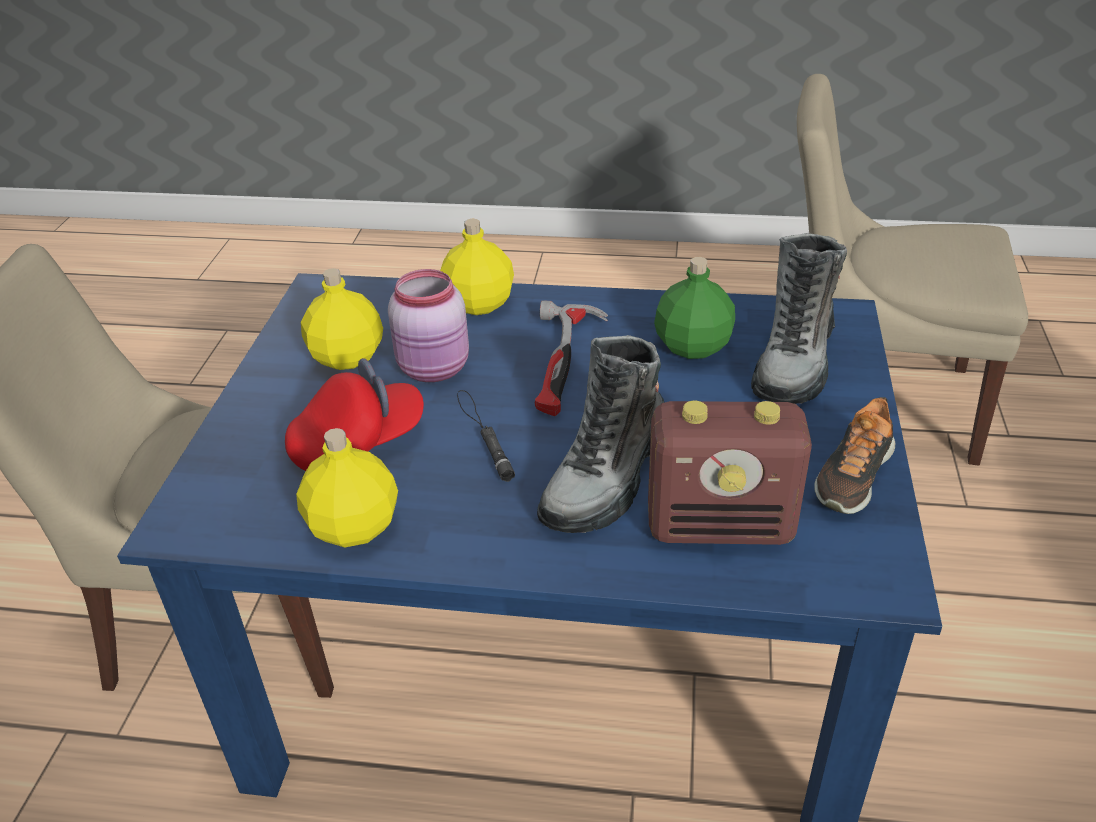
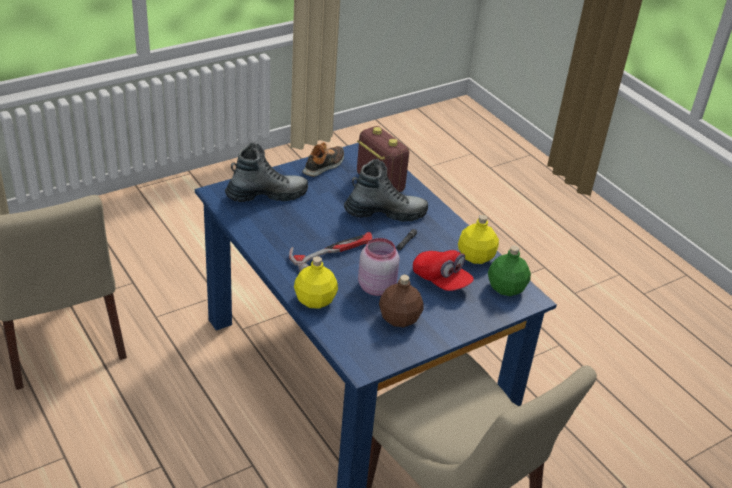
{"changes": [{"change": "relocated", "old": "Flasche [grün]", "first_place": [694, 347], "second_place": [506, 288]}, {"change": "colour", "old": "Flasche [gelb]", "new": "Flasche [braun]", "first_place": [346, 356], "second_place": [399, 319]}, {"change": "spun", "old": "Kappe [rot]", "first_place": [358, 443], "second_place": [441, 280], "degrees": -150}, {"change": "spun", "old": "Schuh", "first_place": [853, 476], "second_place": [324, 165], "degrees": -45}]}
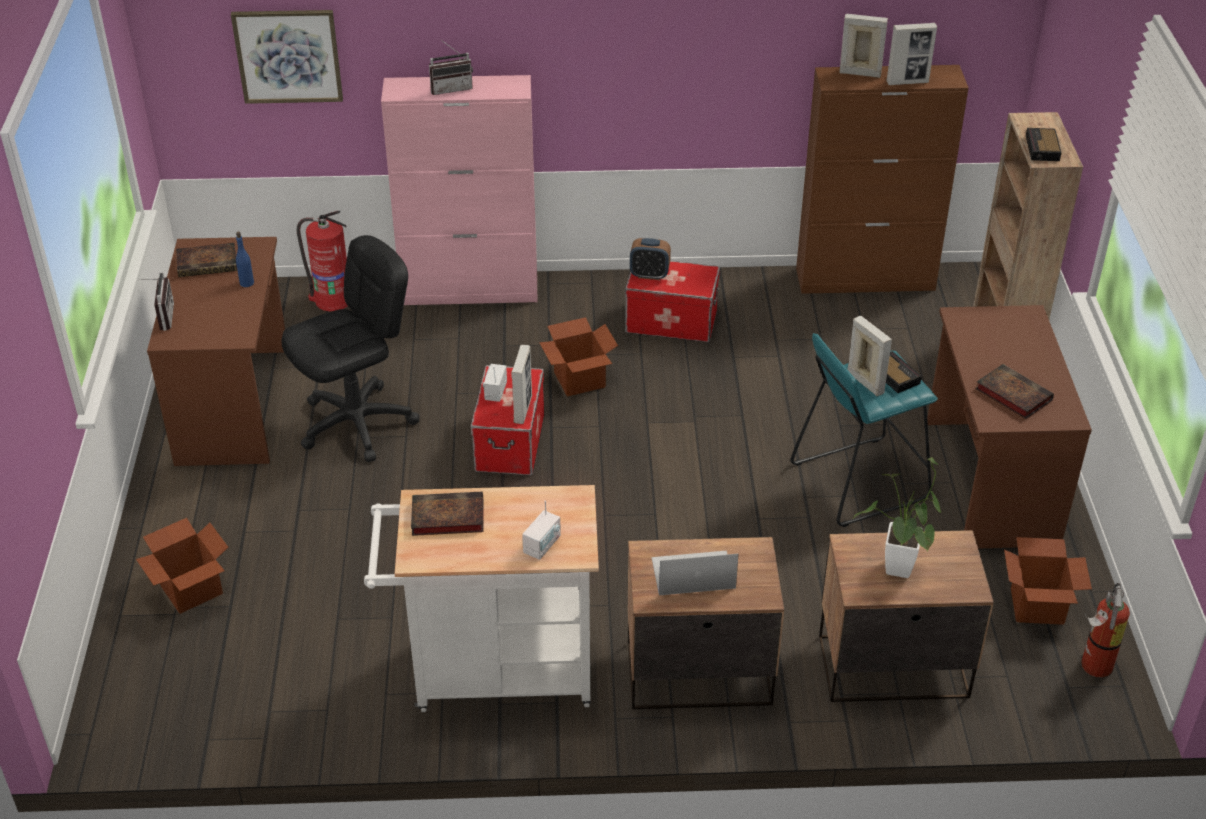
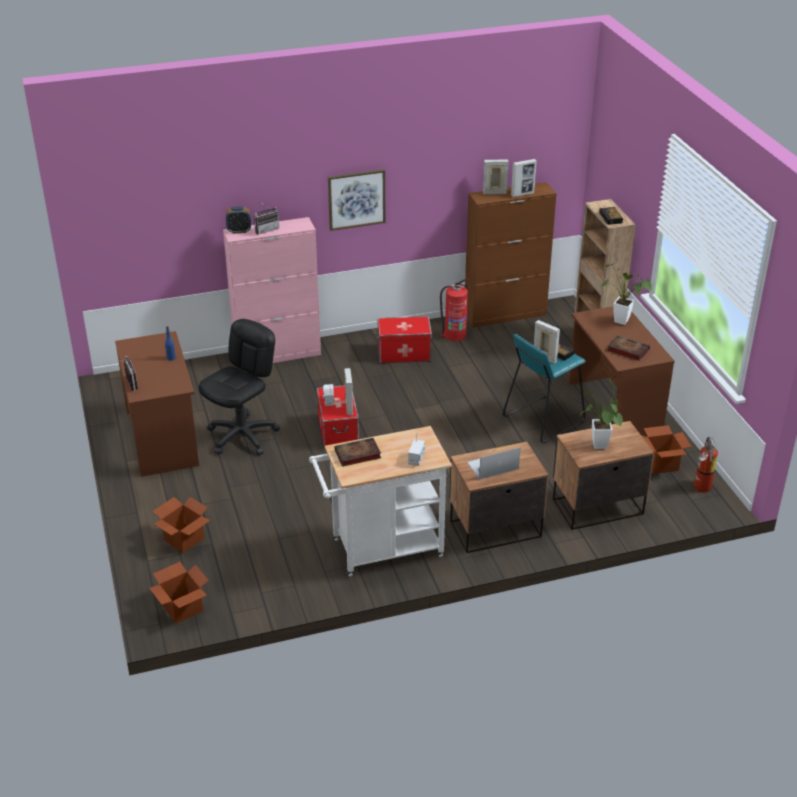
{"changes": [{"change": "relocated", "old": "Bild", "first_place": [288, 56], "second_place": [356, 199]}, {"change": "relocated", "old": "Feuerlöscher", "first_place": [332, 300], "second_place": [454, 335]}, {"change": "relocated", "old": "Wecker", "first_place": [649, 275], "second_place": [239, 231]}, {"change": "missing", "old": "Buch", "first_place": [209, 263]}, {"change": "relocated", "old": "Karton", "first_place": [579, 380], "second_place": [183, 608]}, {"change": "appeared", "new": "Topfpflanze", "second_place": [624, 322]}]}
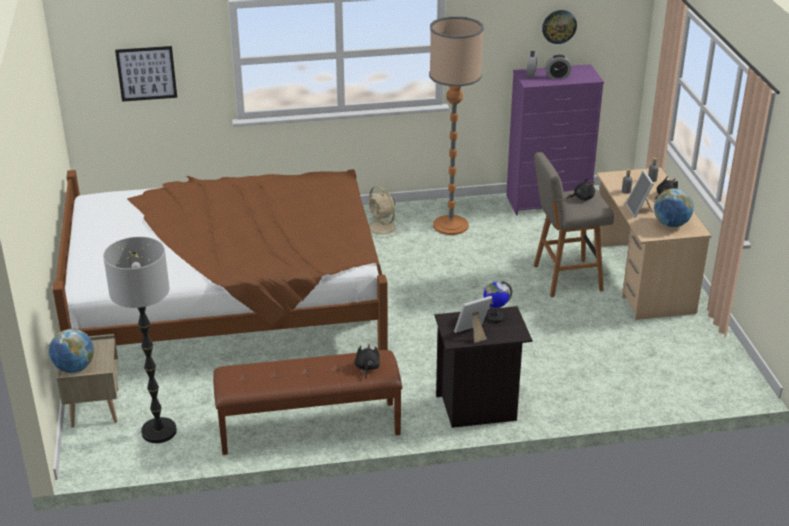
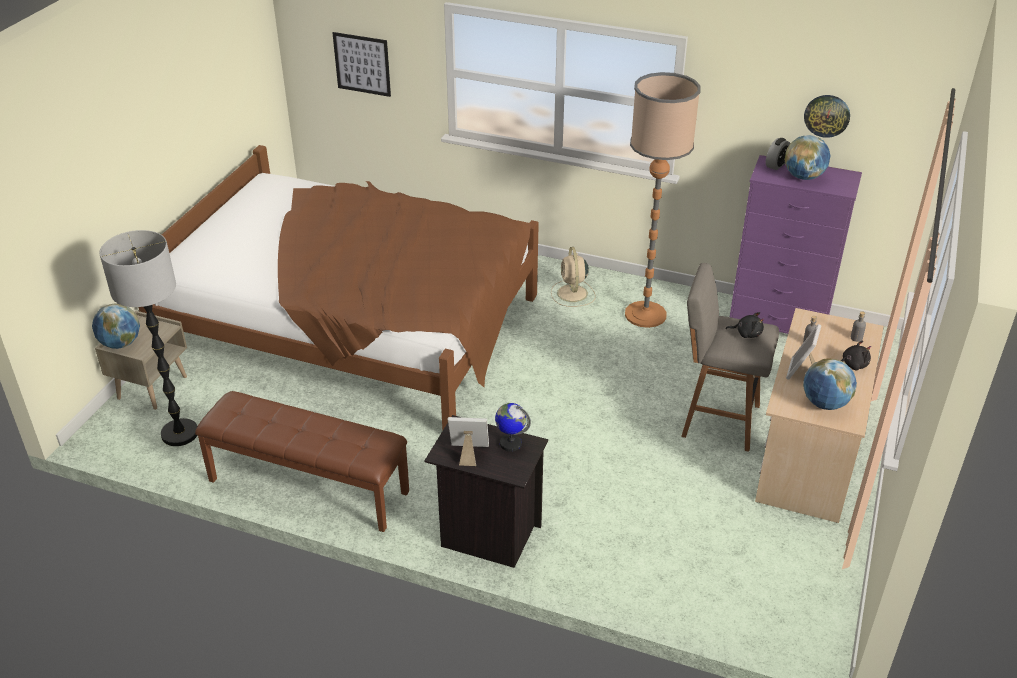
{"changes": [{"change": "exchanged", "old": "Wecker", "new": "Globus", "first_place": [557, 76], "second_place": [803, 177]}, {"change": "missing", "old": "Plüschtier [schwarz]", "first_place": [367, 368]}]}
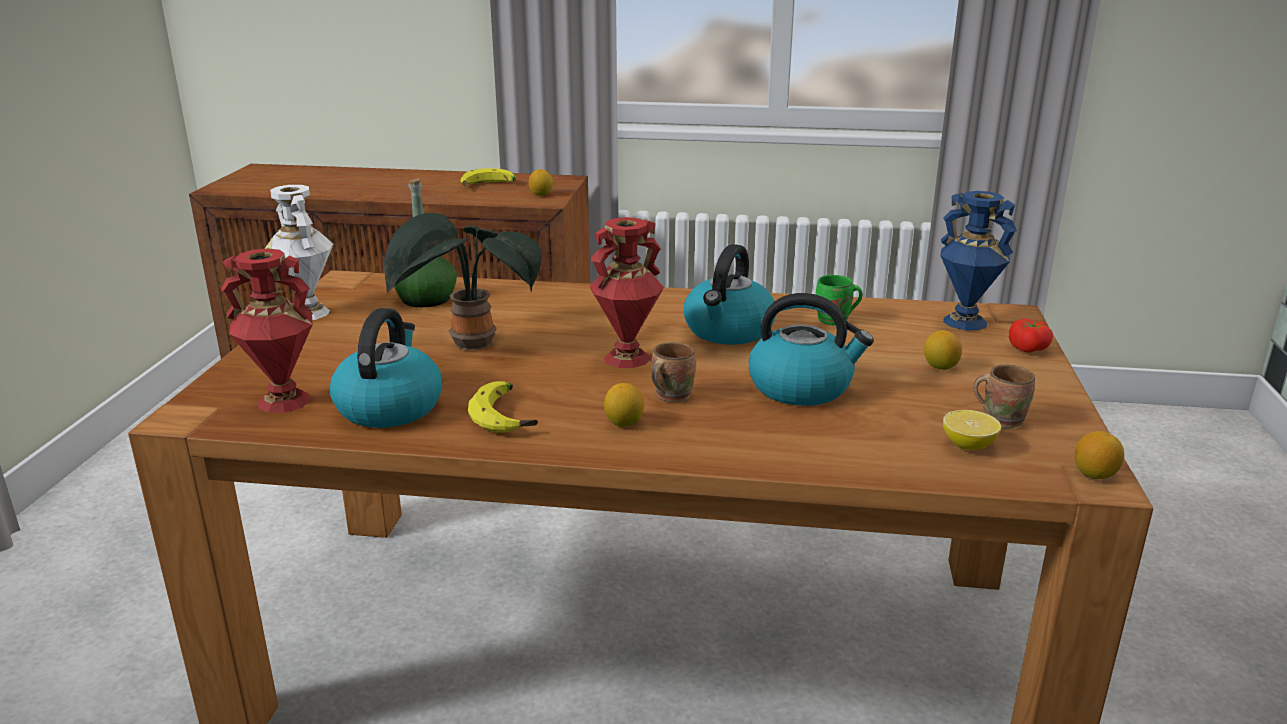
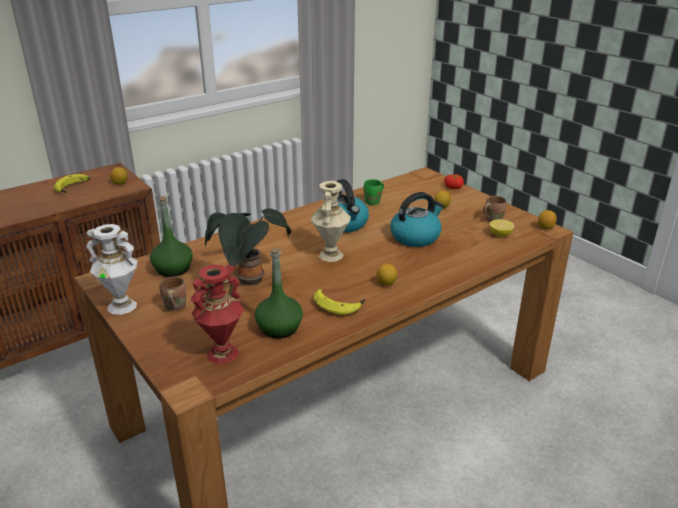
{"changes": [{"change": "missing", "old": "Vase [blau]", "first_place": [964, 322]}, {"change": "colour", "old": "Vase [rot]", "new": "Vase [beige]", "first_place": [627, 359], "second_place": [331, 255]}, {"change": "exchanged", "old": "Wasserkessel", "new": "Flasche [grün]", "first_place": [389, 406], "second_place": [279, 328]}, {"change": "relocated", "old": "Henkelbecher [braun]", "first_place": [670, 396], "second_place": [174, 307]}]}
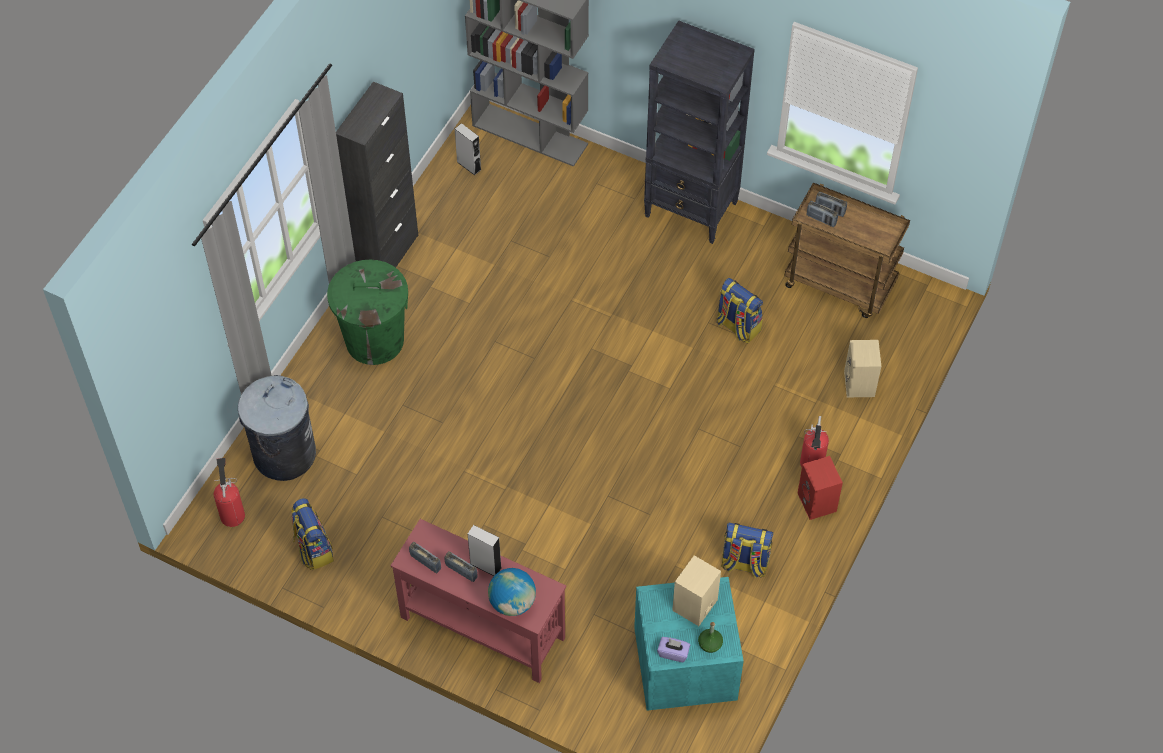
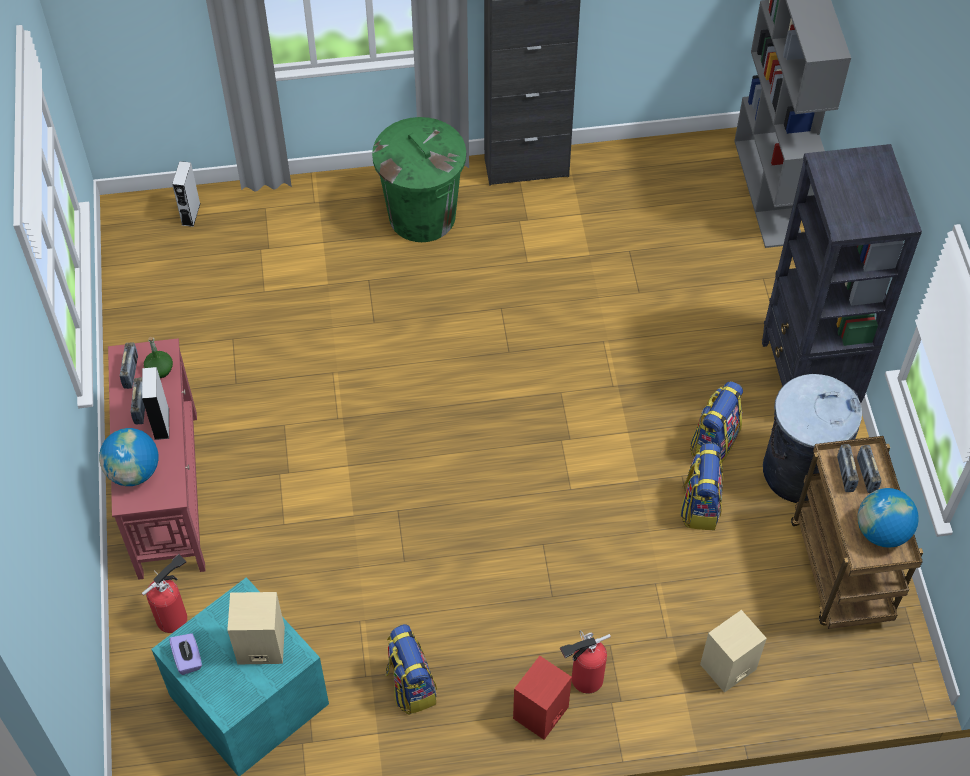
{"changes": [{"change": "relocated", "old": "Lautsprecher [grau]", "first_place": [469, 165], "second_place": [191, 214]}, {"change": "relocated", "old": "Mülleimer [grau]", "first_place": [283, 454], "second_place": [800, 470]}, {"change": "relocated", "old": "Feuerlöscher", "first_place": [232, 513], "second_place": [174, 616]}, {"change": "relocated", "old": "Rucksack", "first_place": [313, 549], "second_place": [714, 442]}, {"change": "relocated", "old": "Flasche [grün]", "first_place": [710, 644], "second_place": [159, 369]}, {"change": "appeared", "new": "Globus", "second_place": [882, 532]}]}
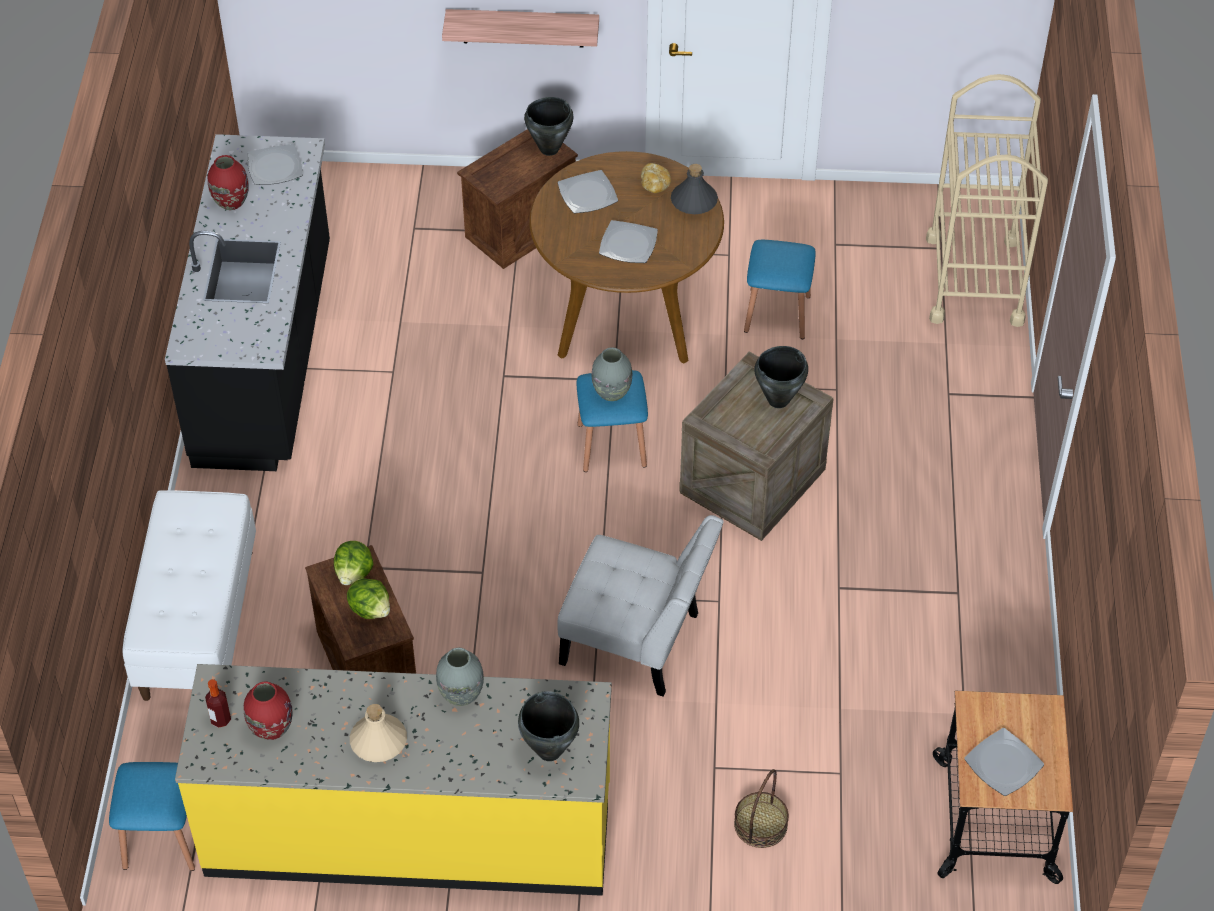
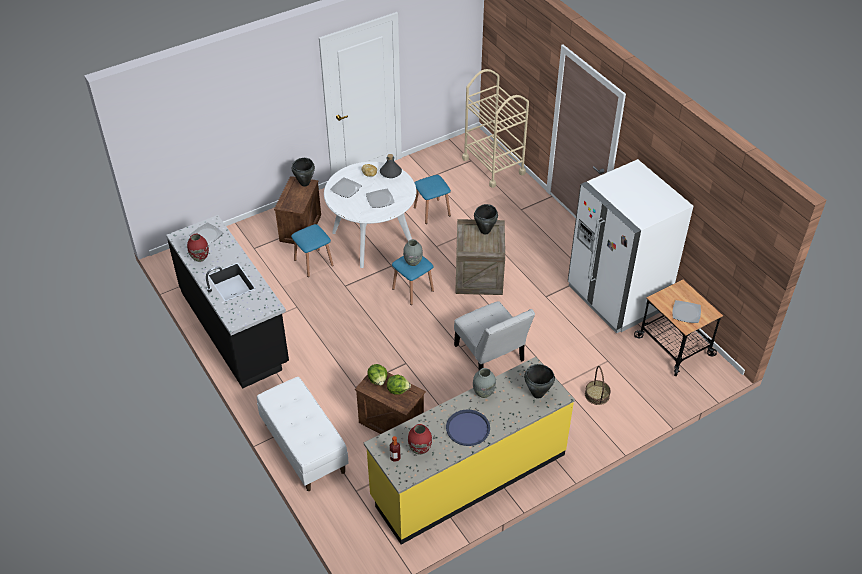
{"changes": [{"change": "missing", "old": "Wandregal", "first_place": [523, 28]}, {"change": "colour", "old": "Esstisch [braun]", "new": "Esstisch [weiß]", "first_place": [625, 312], "second_place": [372, 239]}, {"change": "spun", "old": "Stuhl [weiß]", "first_place": [637, 642], "second_place": [491, 356], "degrees": 75}, {"change": "exchanged", "old": "Flasche [beige]", "new": "Tablett [blau]", "first_place": [378, 740], "second_place": [468, 428]}, {"change": "relocated", "old": "Hocker [blau]", "first_place": [163, 838], "second_place": [313, 262]}, {"change": "appeared", "new": "Kühlschrank [weiß]", "second_place": [617, 297]}]}
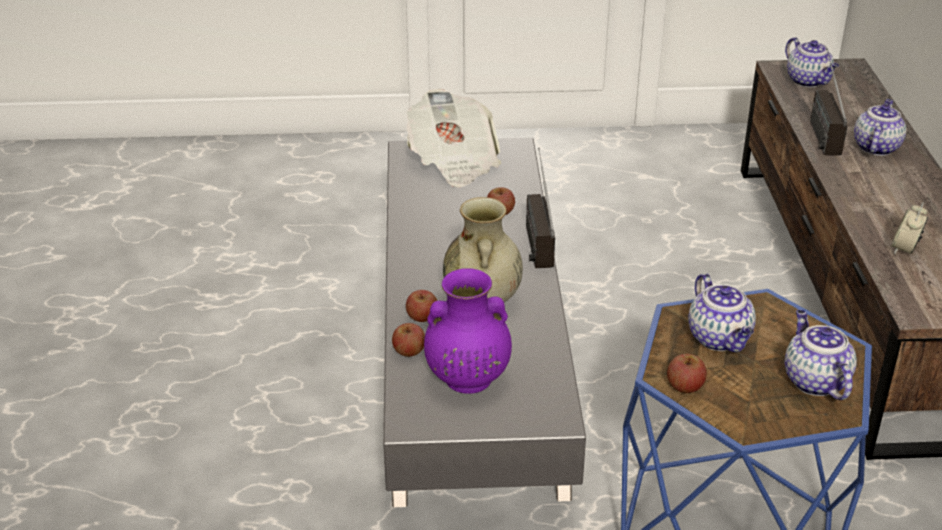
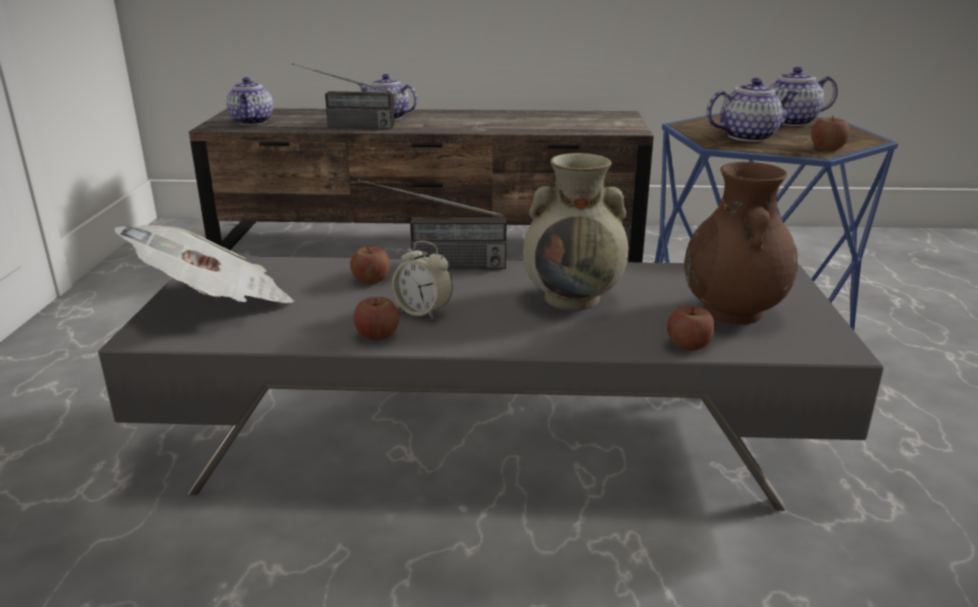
{"changes": [{"change": "spun", "old": "Teekanne", "first_place": [808, 81], "second_place": [252, 122], "degrees": 105}, {"change": "relocated", "old": "Wecker", "first_place": [905, 249], "second_place": [423, 311]}, {"change": "colour", "old": "Vase [lila]", "new": "Vase [braun]", "first_place": [466, 379], "second_place": [733, 312]}, {"change": "relocated", "old": "Apfel", "first_place": [422, 317], "second_place": [377, 335]}]}
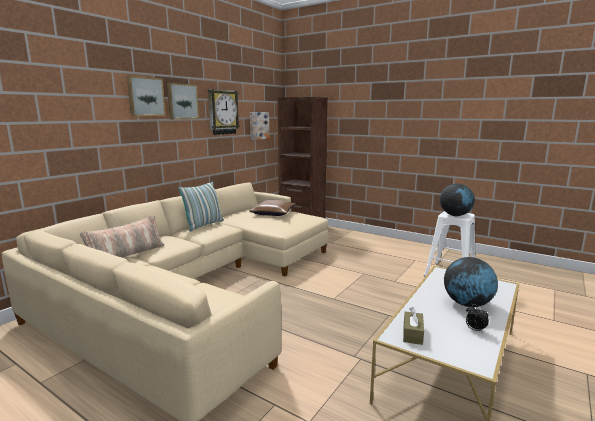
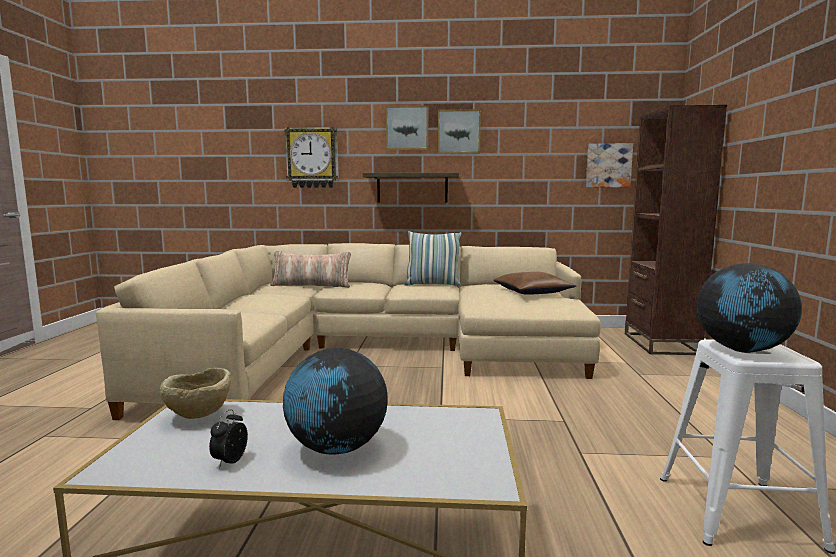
{"changes": [{"change": "relocated", "old": "Wanduhr", "first_place": [222, 112], "second_place": [312, 158]}, {"change": "exchanged", "old": "Taschentuchbox [braun]", "new": "Schüssel [beige]", "first_place": [412, 334], "second_place": [199, 417]}, {"change": "appeared", "new": "Wandregal", "second_place": [412, 188]}]}
